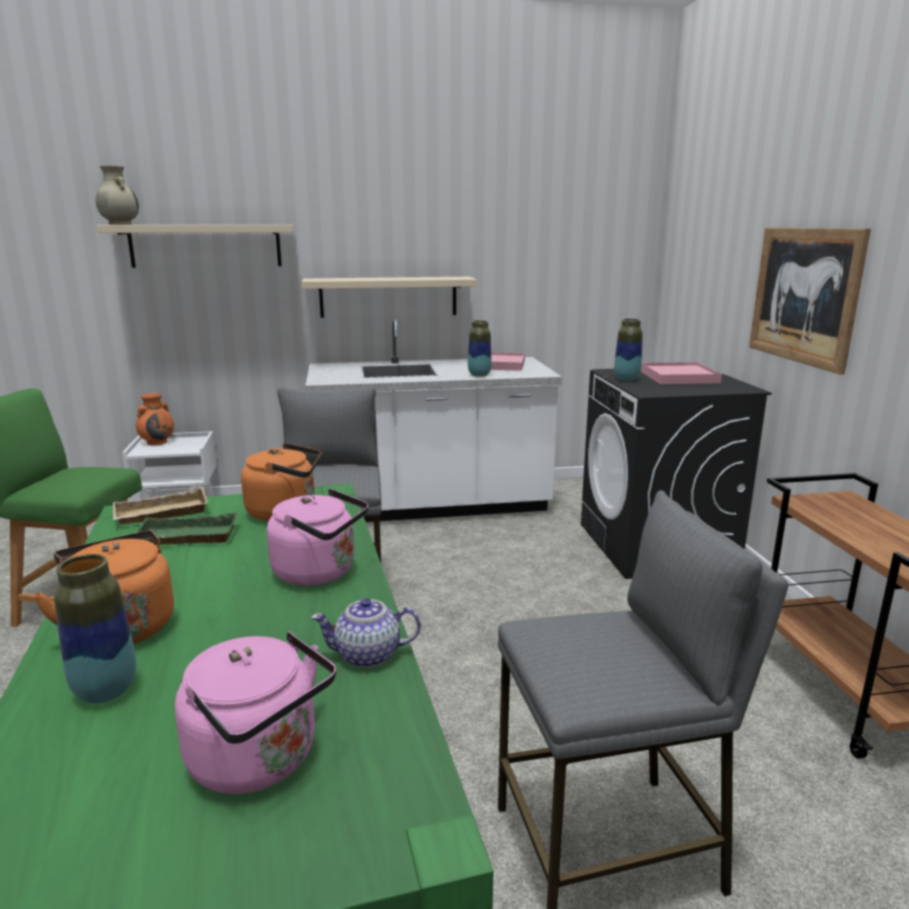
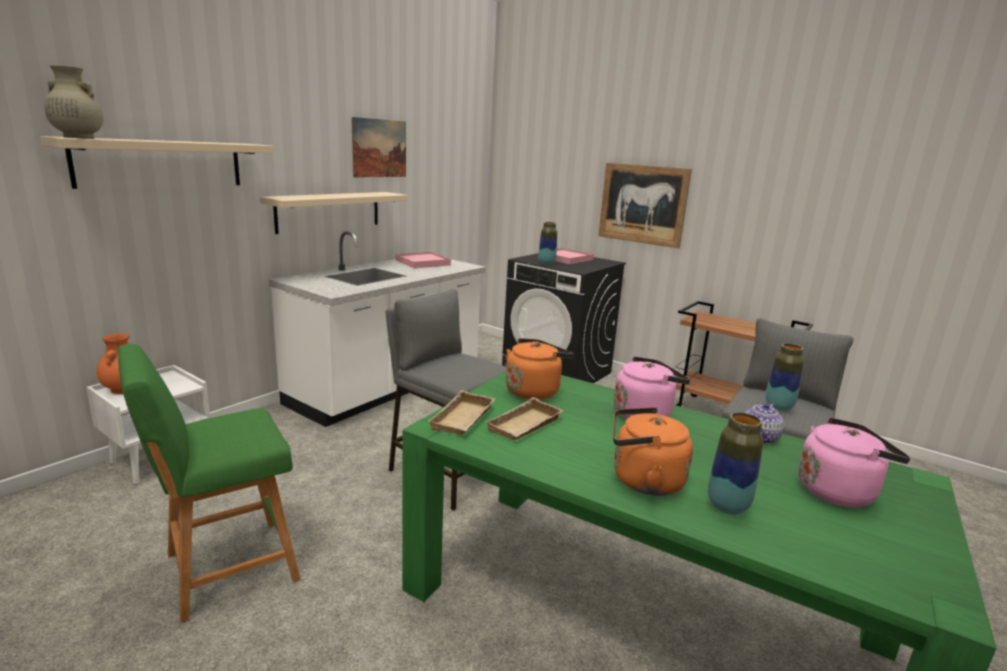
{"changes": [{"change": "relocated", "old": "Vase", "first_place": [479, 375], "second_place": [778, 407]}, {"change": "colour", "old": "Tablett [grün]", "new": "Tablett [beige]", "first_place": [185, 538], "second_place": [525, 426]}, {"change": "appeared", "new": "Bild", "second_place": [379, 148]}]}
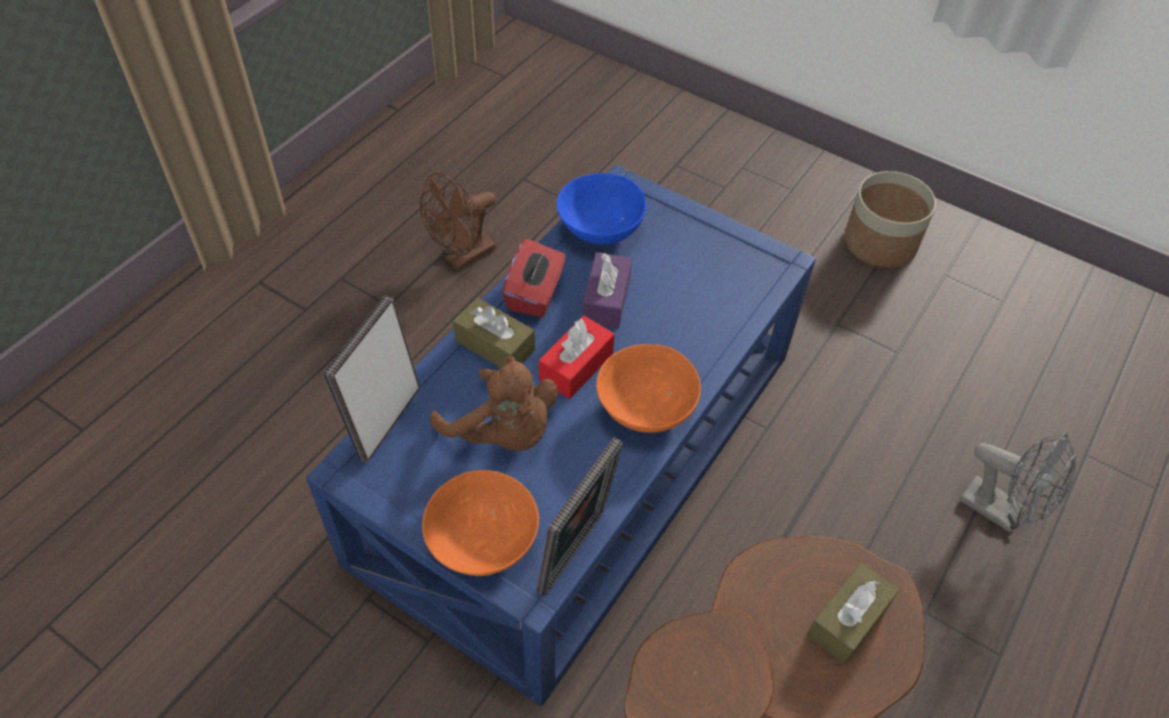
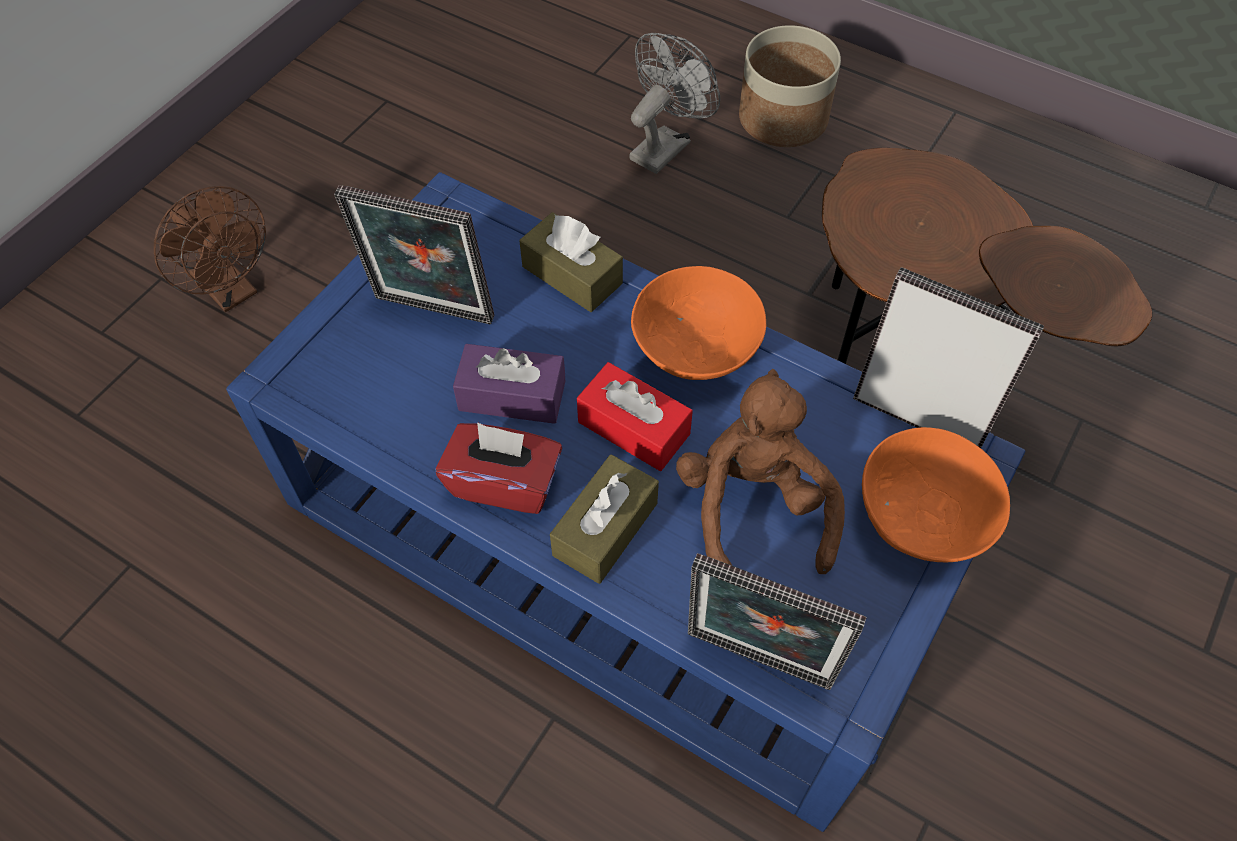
{"changes": [{"change": "relocated", "old": "Pflanzkübel", "first_place": [880, 242], "second_place": [782, 118]}, {"change": "relocated", "old": "Ventilator [braun]", "first_place": [462, 257], "second_place": [232, 291]}, {"change": "missing", "old": "Schüssel [blau]", "first_place": [600, 228]}, {"change": "spun", "old": "Plüschtier [braun]", "first_place": [503, 432], "second_place": [753, 508], "degrees": -45}, {"change": "relocated", "old": "Taschentuchbox [braun]", "first_place": [848, 620], "second_place": [572, 275]}, {"change": "appeared", "new": "Bilderrahmen", "second_place": [431, 313]}]}
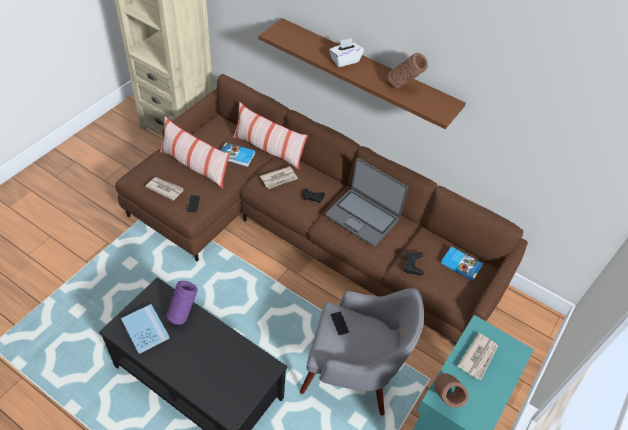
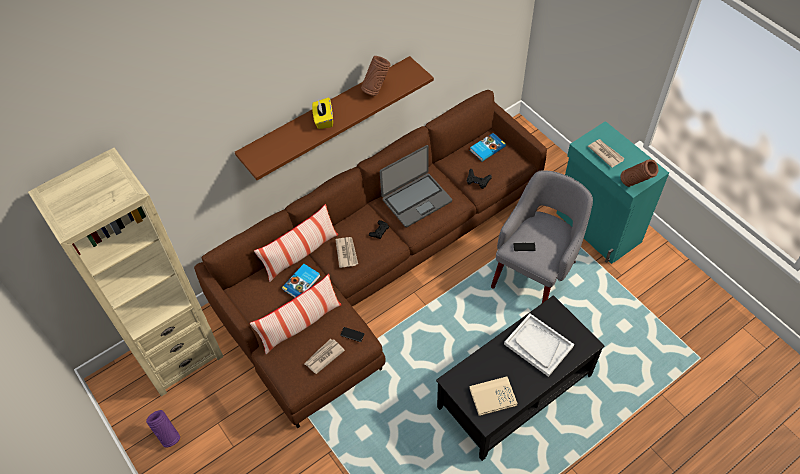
{"changes": [{"change": "colour", "old": "Taschentuchbox [weiß]", "new": "Taschentuchbox [gelb]", "first_place": [345, 60], "second_place": [323, 120]}, {"change": "relocated", "old": "Vase [lila]", "first_place": [183, 313], "second_place": [168, 435]}, {"change": "colour", "old": "Buch [blau]", "new": "Buch [beige]", "first_place": [145, 329], "second_place": [493, 397]}, {"change": "appeared", "new": "Tablett [weiß]", "second_place": [538, 345]}]}
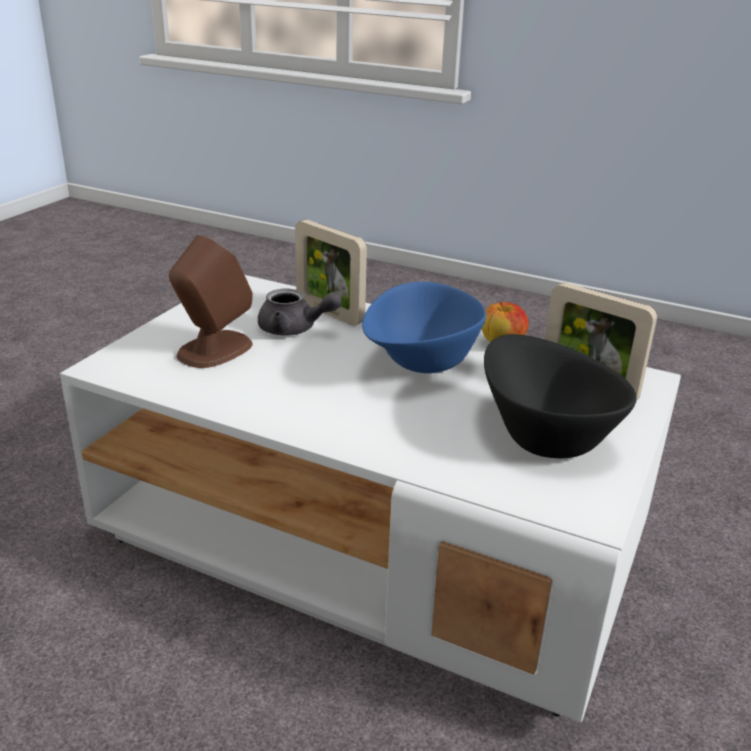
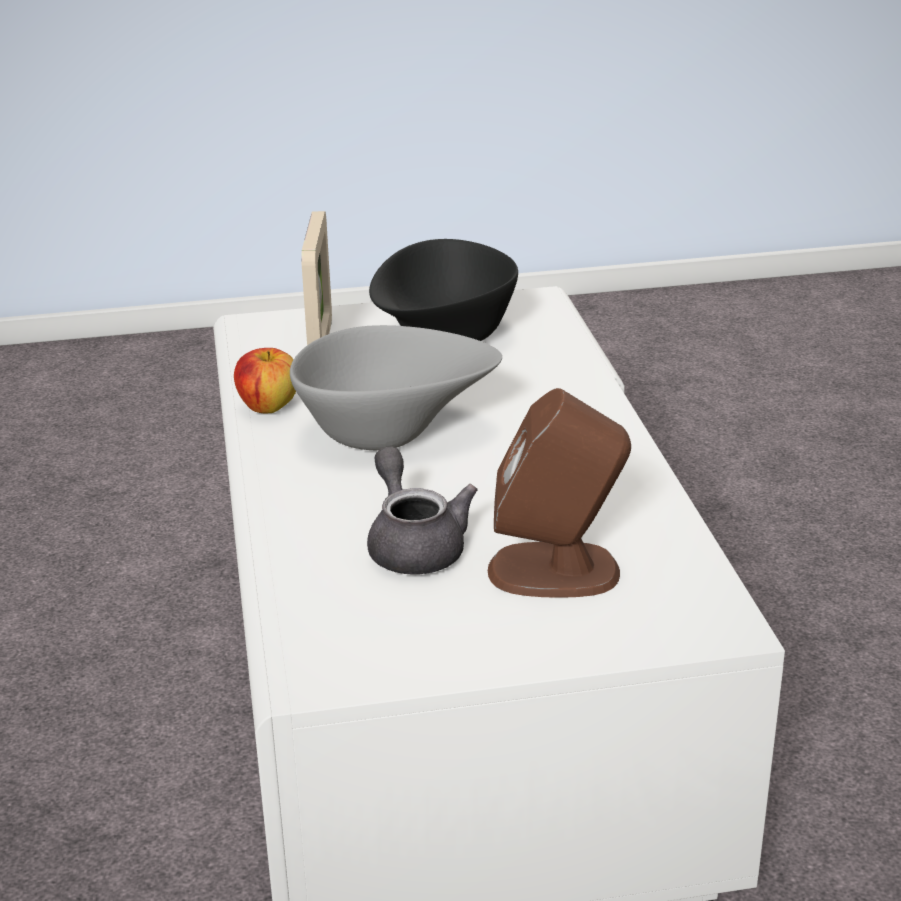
{"changes": [{"change": "missing", "old": "Bilderrahmen", "first_place": [329, 313]}, {"change": "colour", "old": "Schüssel [blau]", "new": "Schüssel [grau]", "first_place": [418, 365], "second_place": [393, 433]}]}
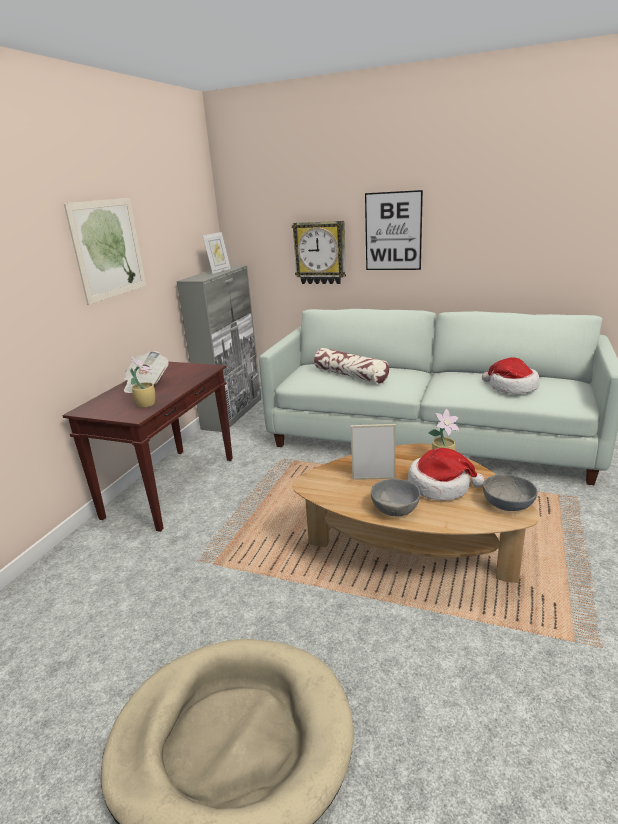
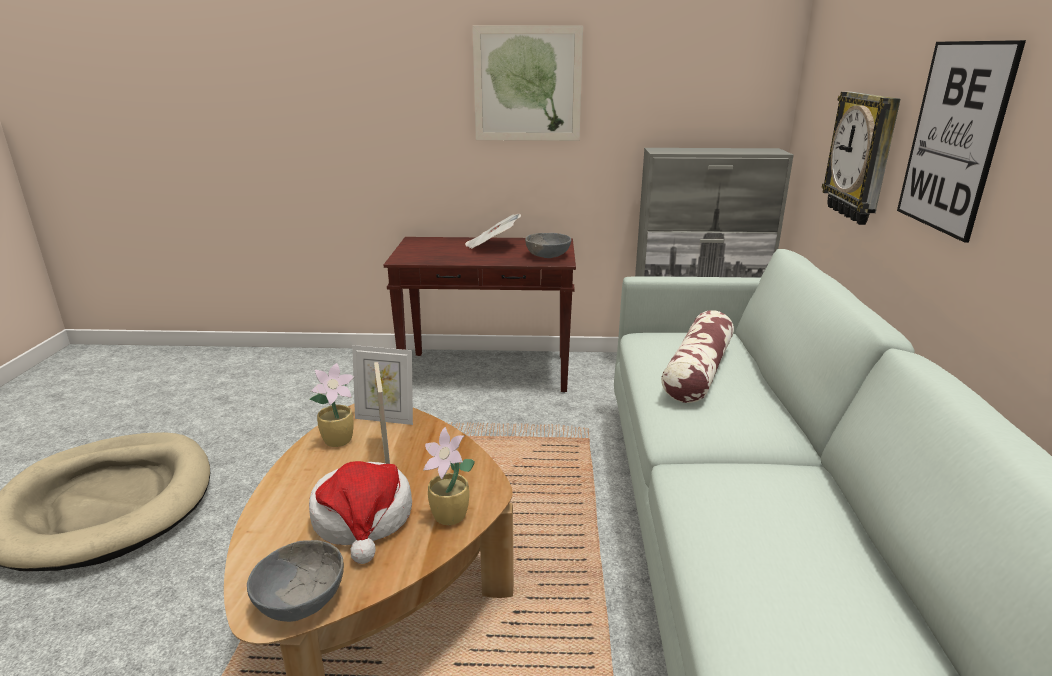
{"changes": [{"change": "relocated", "old": "Bilderrahmen", "first_place": [219, 271], "second_place": [386, 418]}, {"change": "relocated", "old": "Topfpflanze", "first_place": [146, 404], "second_place": [340, 440]}, {"change": "missing", "old": "Hut", "first_place": [511, 387]}, {"change": "relocated", "old": "Schüssel [grau]", "first_place": [395, 508], "second_place": [548, 256]}]}
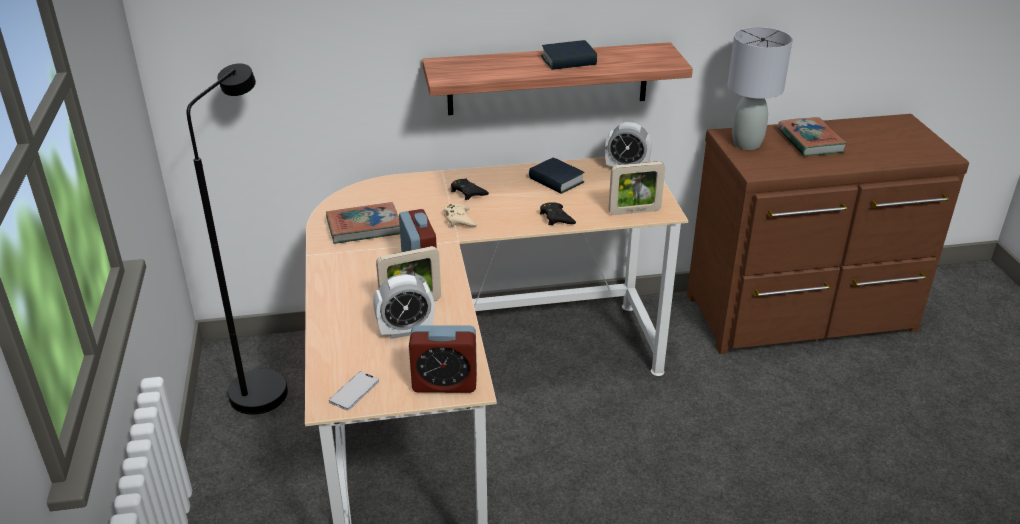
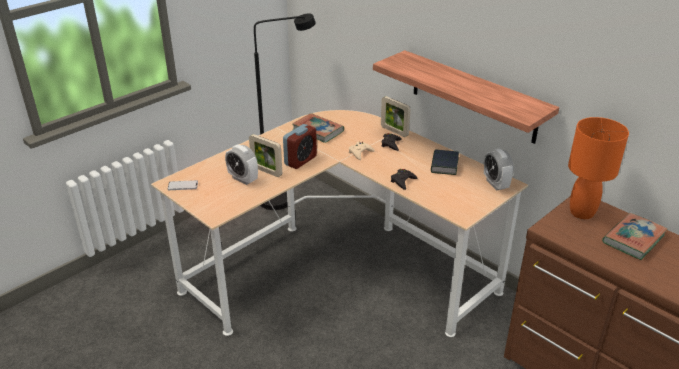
{"changes": [{"change": "colour", "old": "Tischlampe [grau]", "new": "Tischlampe [orange]", "first_place": [746, 144], "second_place": [582, 212]}, {"change": "missing", "old": "Buch", "first_place": [568, 61]}, {"change": "relocated", "old": "Bilderrahmen", "first_place": [634, 211], "second_place": [394, 131]}, {"change": "missing", "old": "Wecker", "first_place": [444, 383]}]}
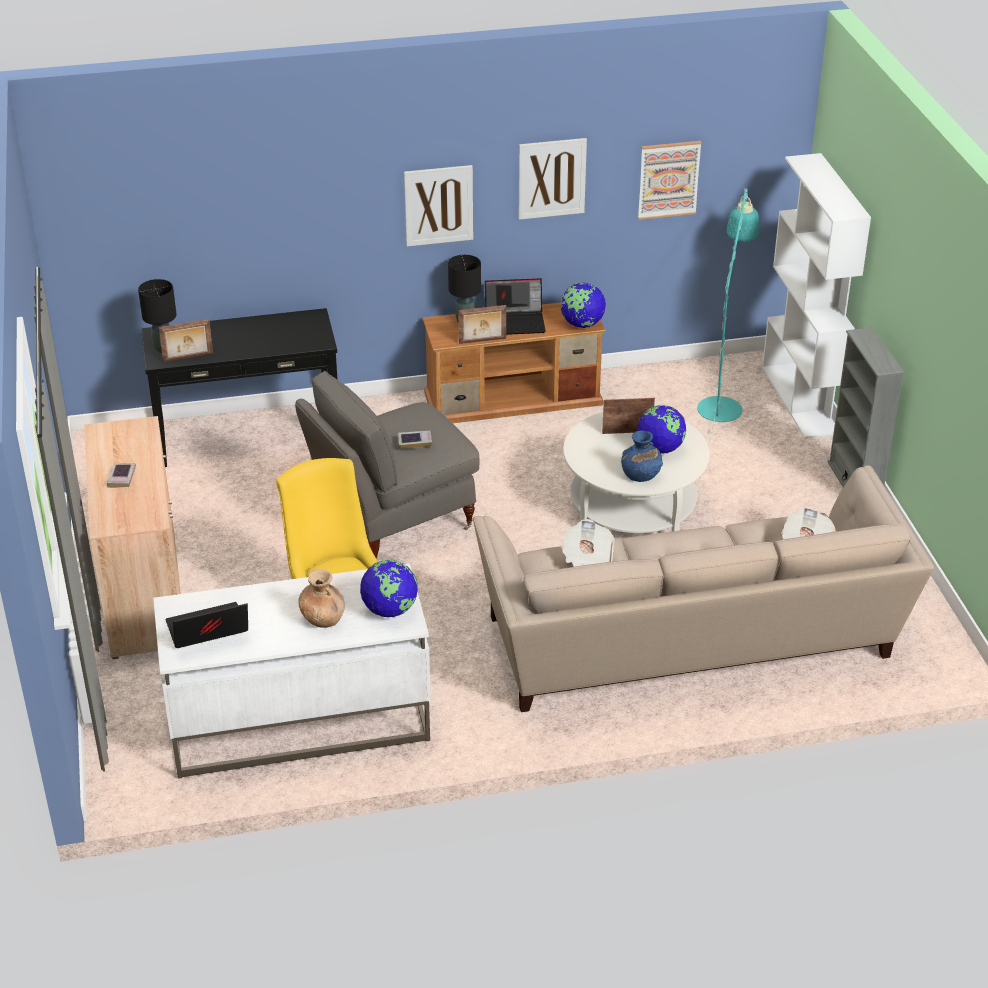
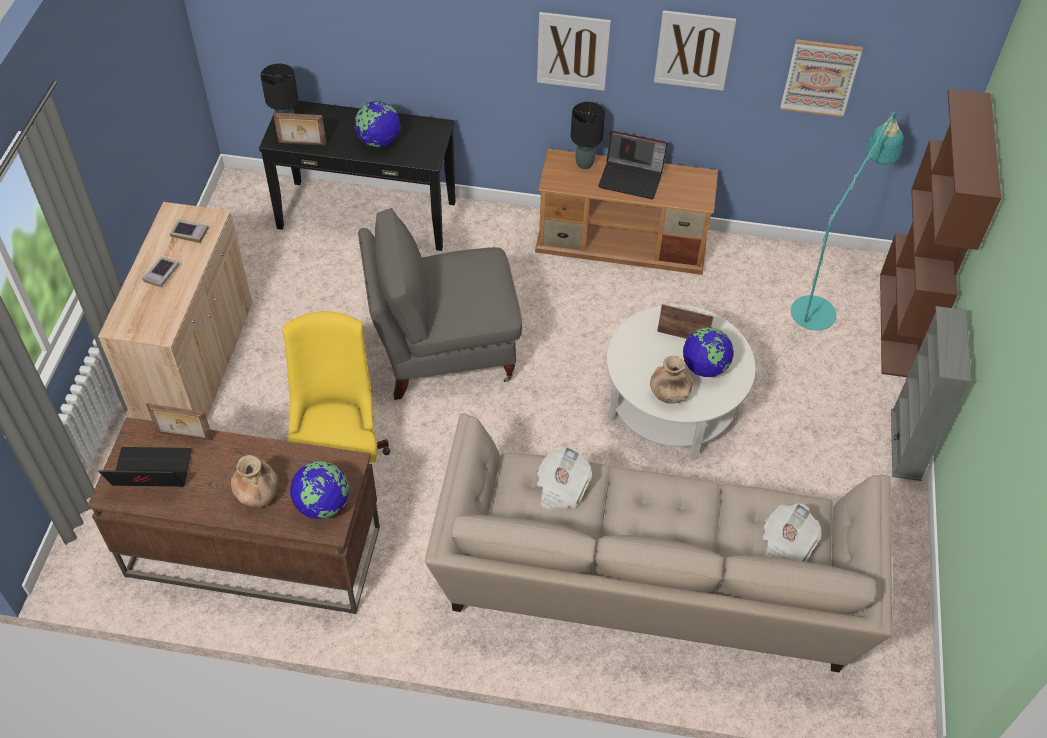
{"changes": [{"change": "colour", "old": "Bücherregal [weiß]", "new": "Bücherregal [braun]", "first_place": [800, 400], "second_place": [900, 325]}, {"change": "relocated", "old": "Globus", "first_place": [582, 324], "second_place": [379, 141]}, {"change": "relocated", "old": "Bilderrahmen", "first_place": [482, 341], "second_place": [184, 436]}, {"change": "colour", "old": "Vase [blau]", "new": "Vase [braun]", "first_place": [640, 475], "second_place": [669, 394]}, {"change": "relocated", "old": "Buch", "first_place": [415, 441], "second_place": [190, 233]}, {"change": "colour", "old": "Schreibtisch [weiß]", "new": "Schreibtisch [braun]", "first_place": [297, 723], "second_place": [253, 551]}]}
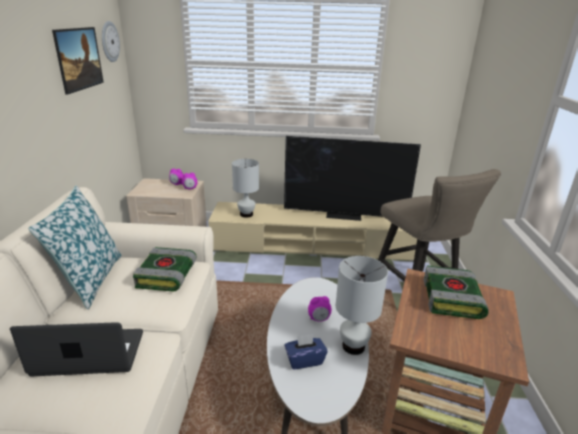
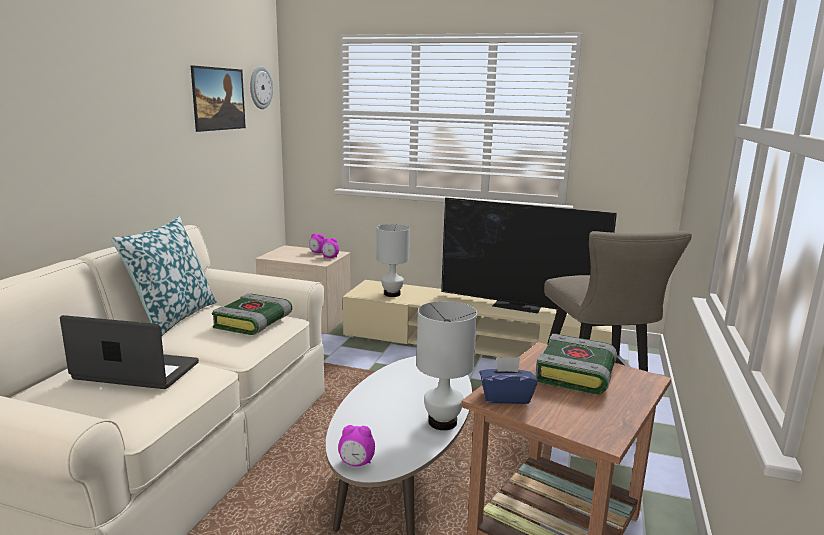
{"changes": [{"change": "relocated", "old": "Wecker", "first_place": [319, 319], "second_place": [356, 463]}, {"change": "relocated", "old": "Taschentuchbox [blau]", "first_place": [304, 360], "second_place": [505, 397]}]}
